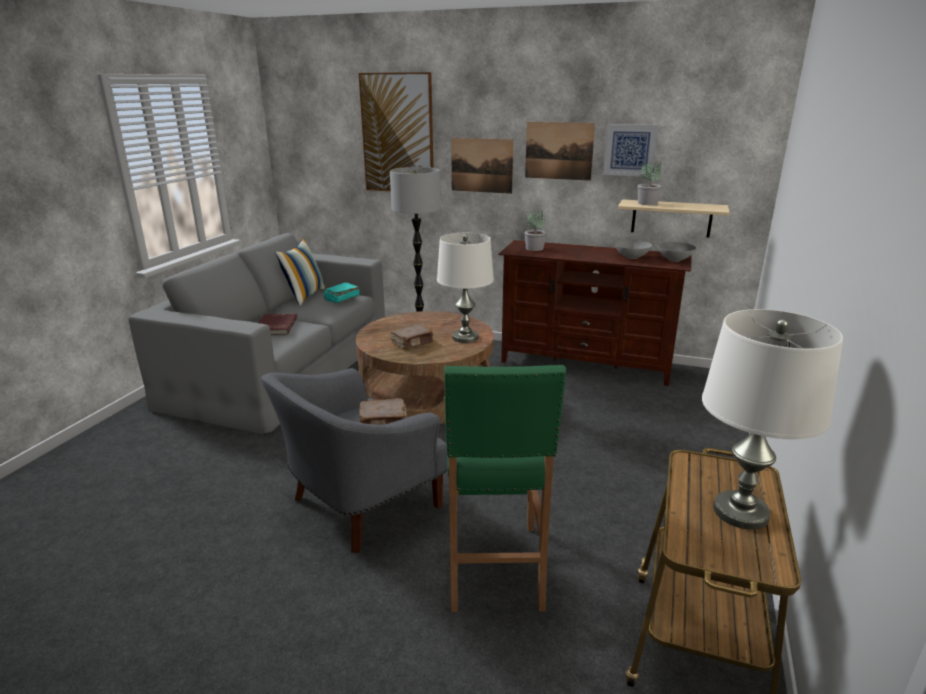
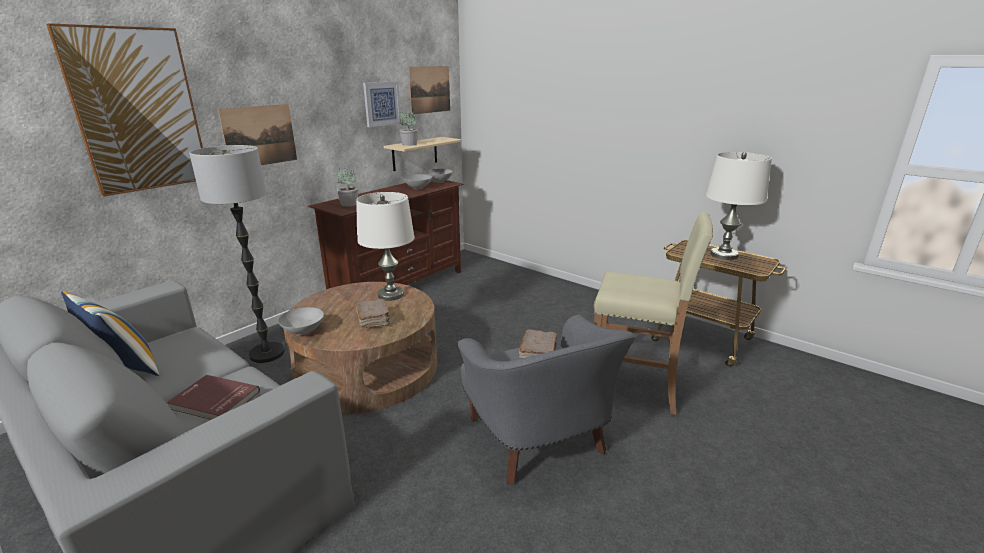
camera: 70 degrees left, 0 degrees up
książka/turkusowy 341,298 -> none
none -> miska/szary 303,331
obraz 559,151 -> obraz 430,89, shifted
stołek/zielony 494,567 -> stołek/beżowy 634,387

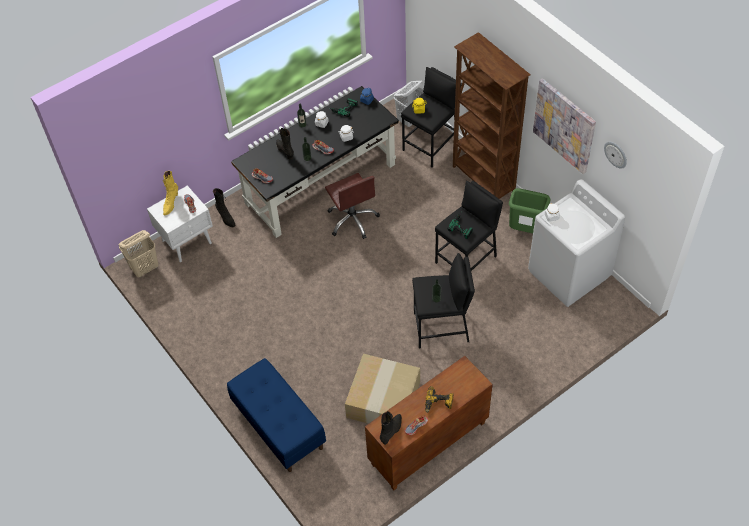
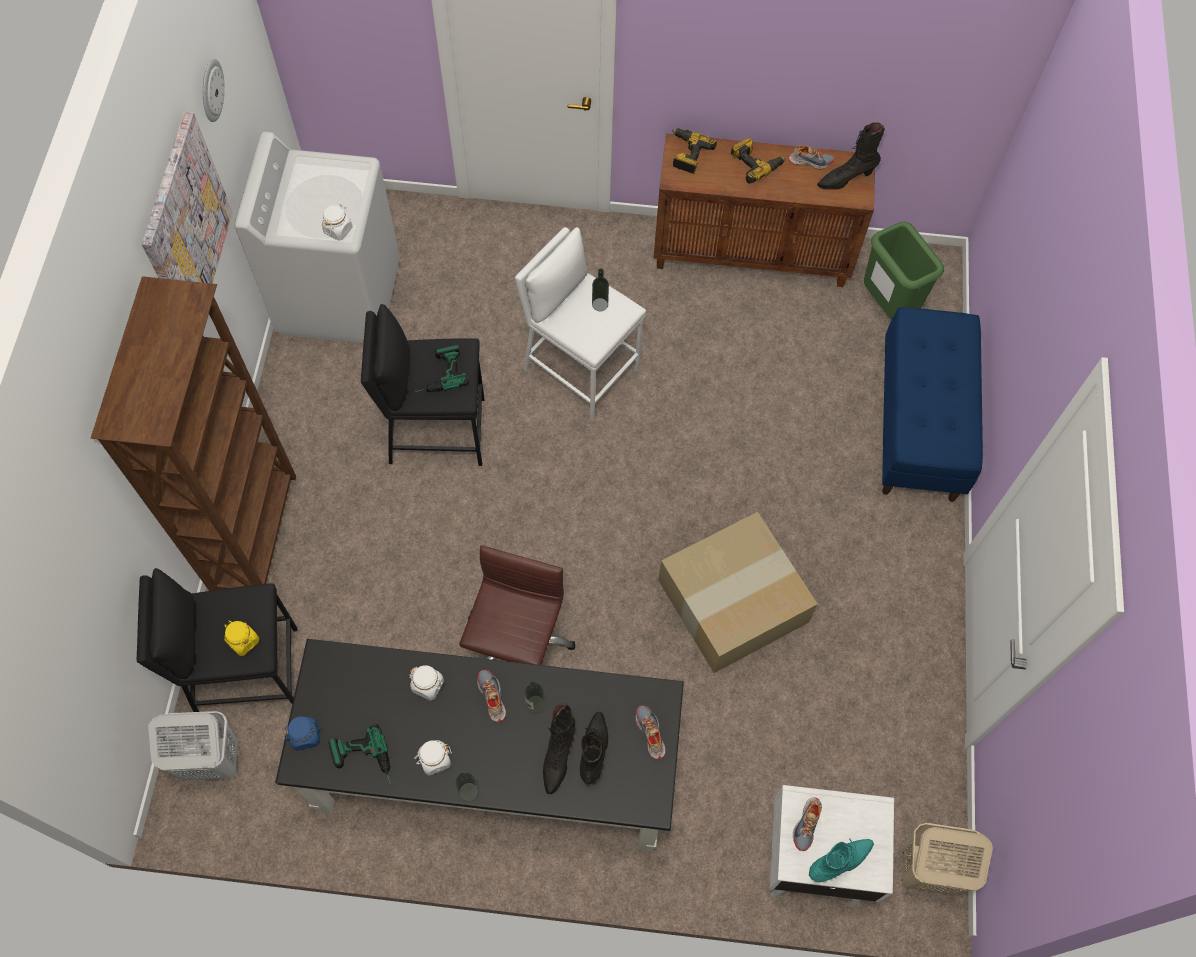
camera: 140 degrees left, 10 degrees up
none -> wiertarka 687,154
but z cholewką/czarny 226,218 -> but z cholewką/czarny 594,750, shifted
karton 382,398 -> karton 732,603, shifted
kosz na śmieci/zielony 526,230 -> kosz na śmieci/zielony 886,305, shifted
but z cholewką/żółty 171,203 -> but z cholewką/turkusowy 839,862
stołek/czarny 441,328 -> stołek/biały 580,369

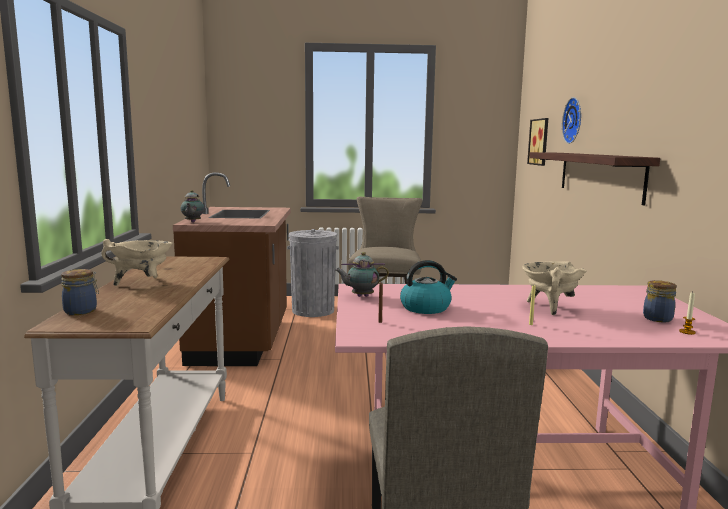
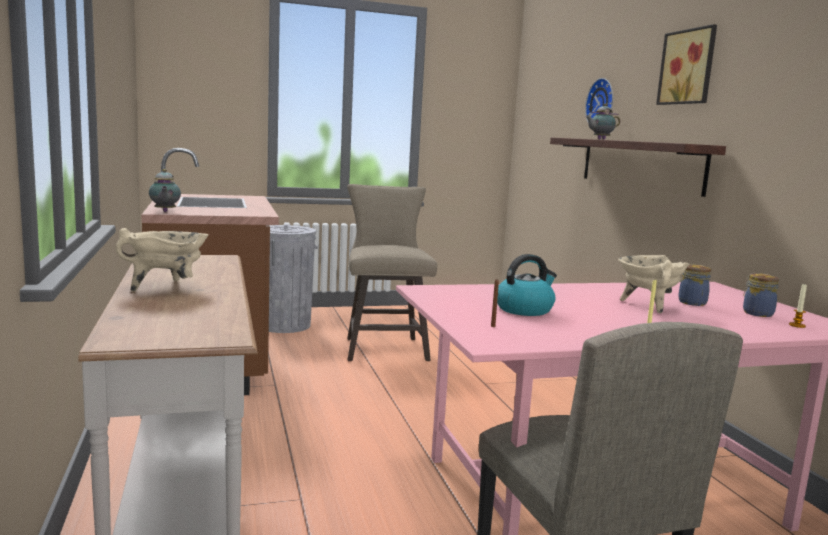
camera: 15 degrees left, 0 degrees up
słoik 82,311 -> słoik 692,302, shifted
imbryk 361,296 -> imbryk 600,139, shifted
obraz 540,142 -> obraz 689,67, shifted

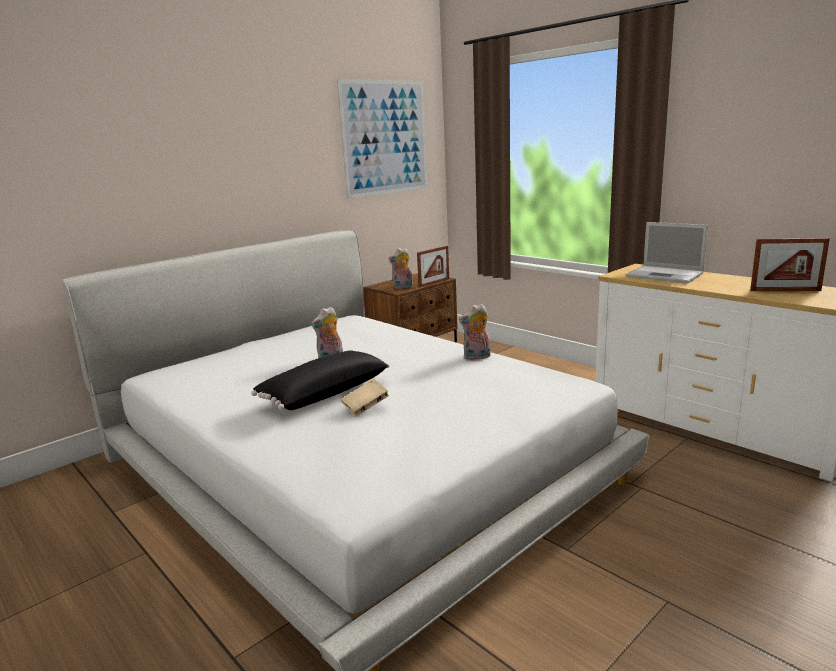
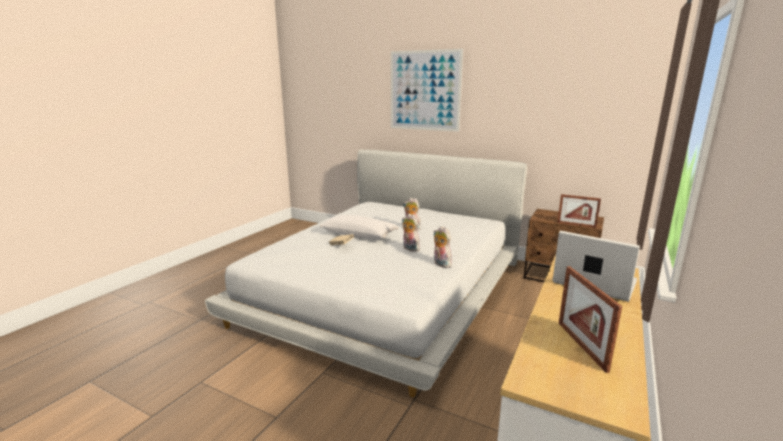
camera: 70 degrees right, 0 degrees up
obraz 385,138 -> obraz 424,91, shifted
pluszak 403,287 -> pluszak 409,249, shifted
poduszka/czarny 323,393 -> poduszka/biały 359,235
laptop 666,275 -> laptop 592,282, 105 degrees clockwise

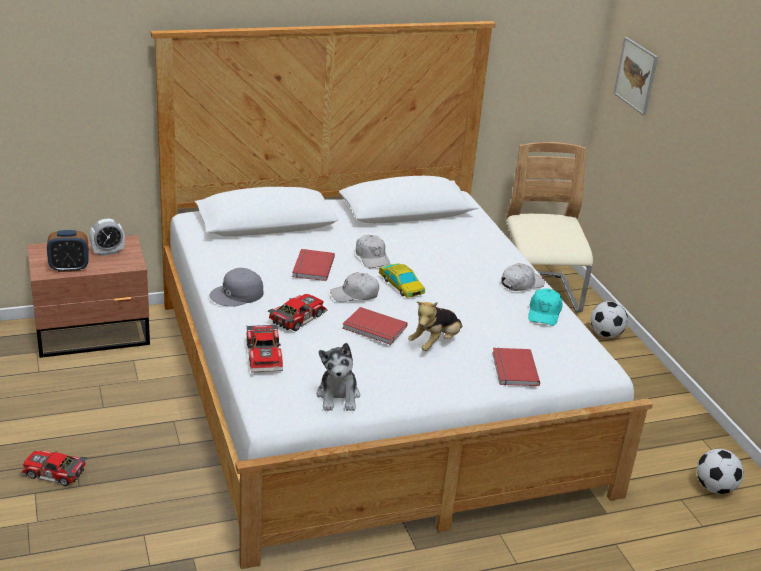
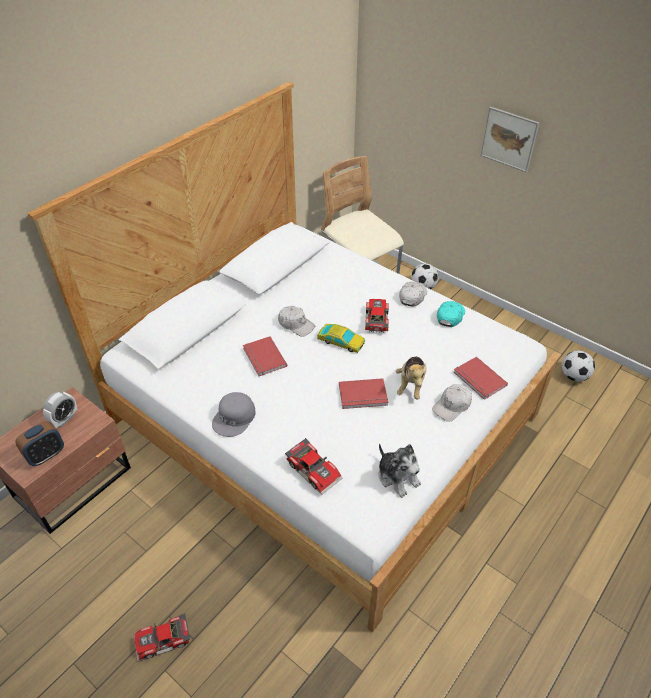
camera: 30 degrees left, 15 degrees up
samochodzik 296,317 -> samochodzik 375,319, shifted
czapka z daszkiem/biały 355,295 -> czapka z daszkiem/biały 452,406, shifted
obraz 636,75 -> obraz 509,139, shifted
czapka z daszkiem/turkusowy 544,313 -> czapka z daszkiem/turkusowy 450,316, 135 degrees counterclockwise

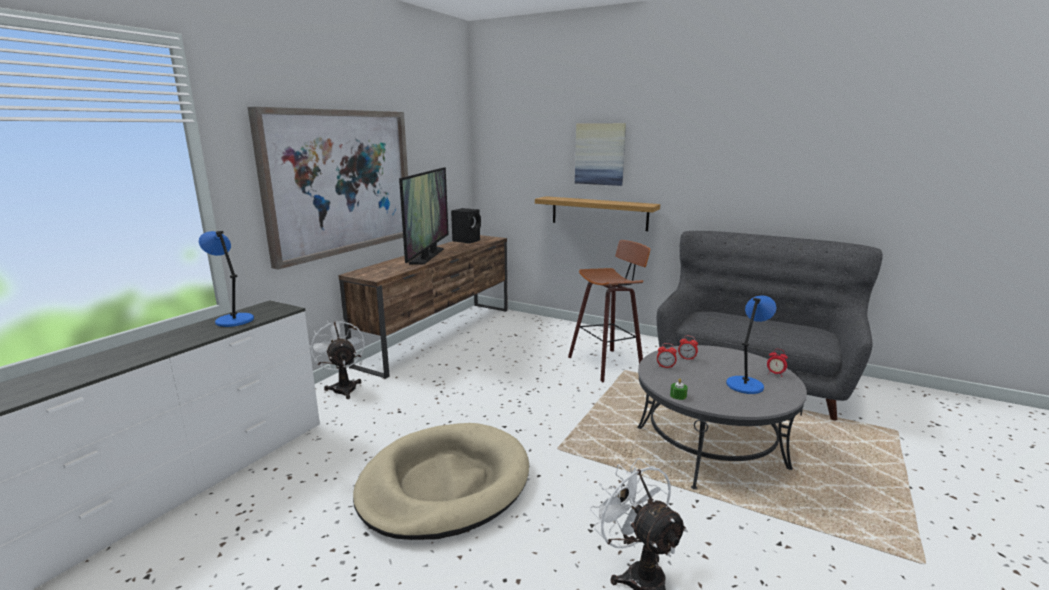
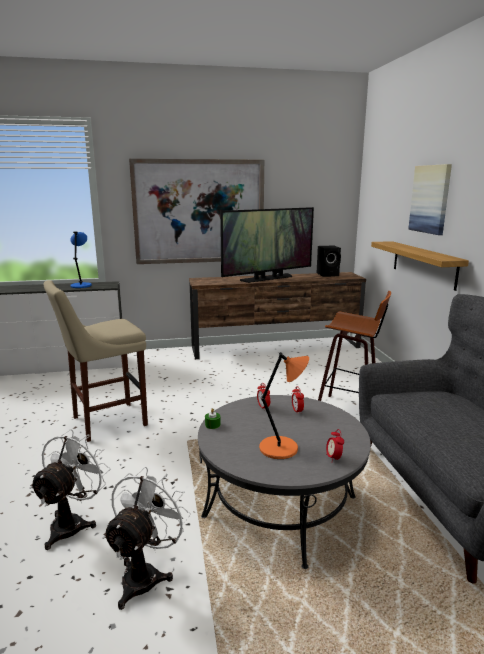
camera: 50 degrees right, 0 degrees up
wentylator/biały 343,387 -> wentylator/biały 145,574, shifted
legowisko/beżowy 444,484 -> stołek/beżowy 105,422
lampa stołowa/niebieski 745,385 -> lampa stołowa/pomarańczowy 281,448

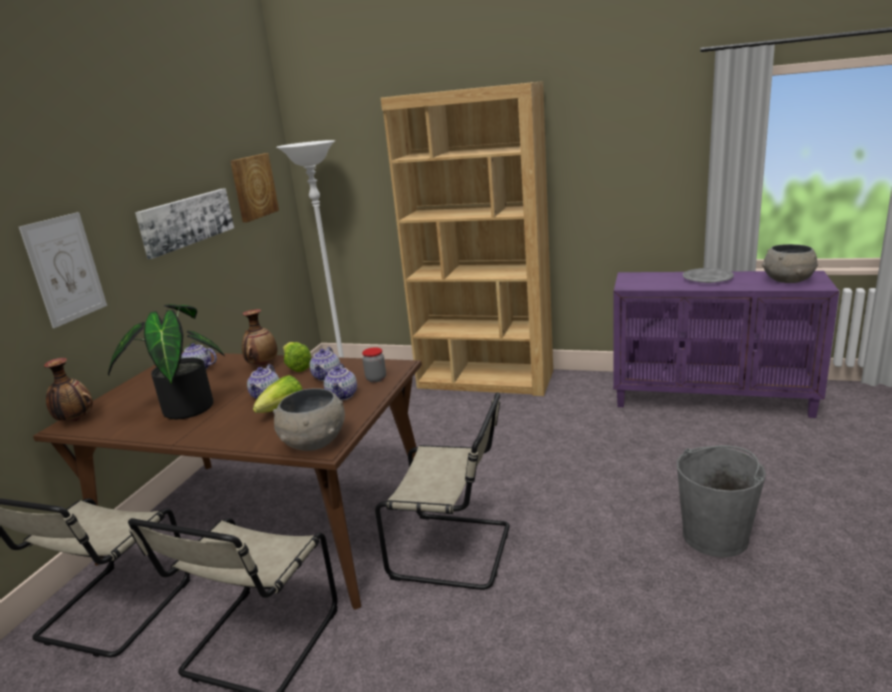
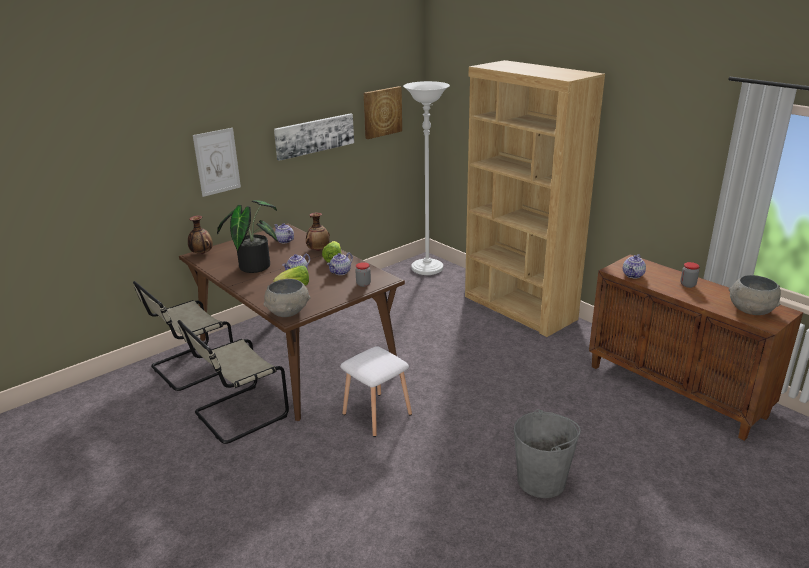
camera: 30 degrees right, 5 degrees up
imbryk 343,396 -> imbryk 633,275, shifted
krzesło/beżowy 456,551 -> stołek/biały 376,415
talerz/szary 707,278 -> słoik 688,285
szafka/fioletowy 712,399 -> szafka/brązowy 676,391

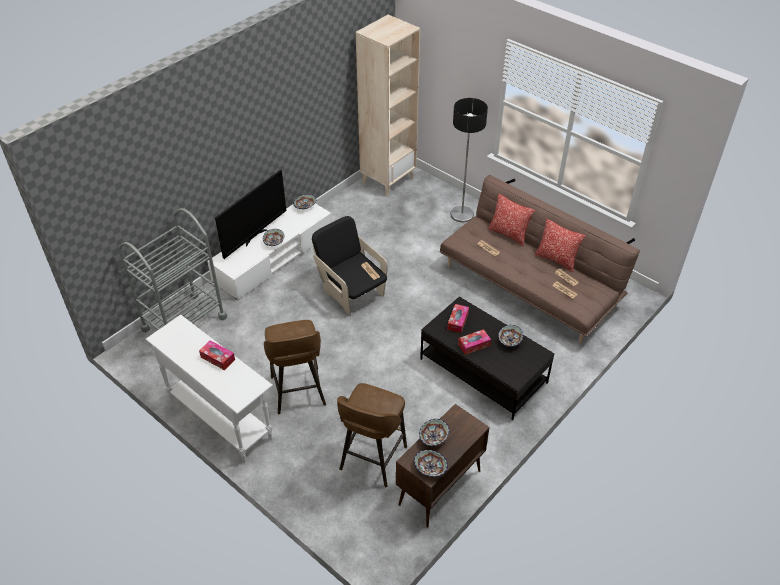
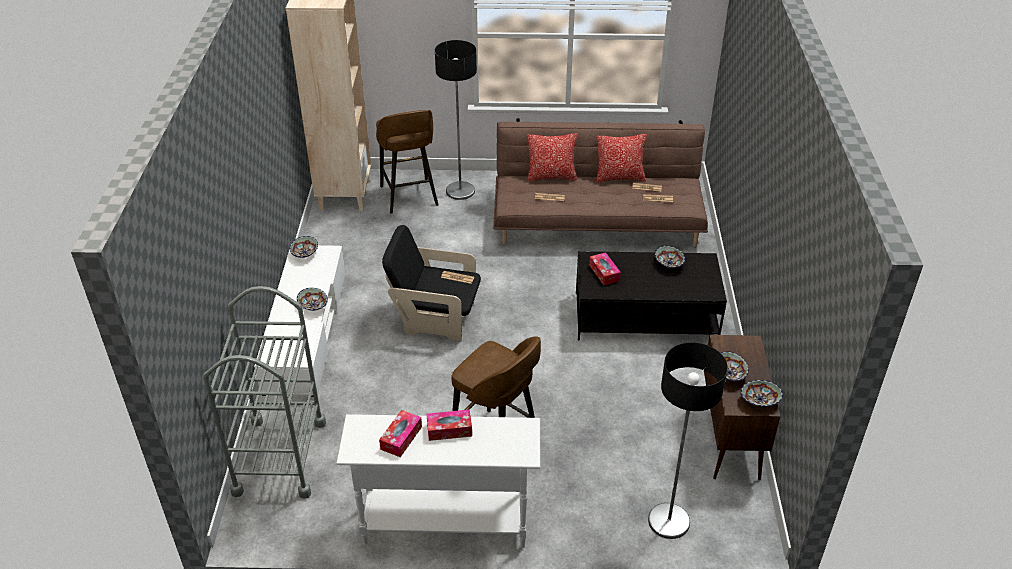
camera: 40 degrees left, 5 degrees down
telewizor 254,236 -> none
none -> lampa stojąca 668,521
stołek/brązowy 372,459 -> stołek/brązowy 409,197, shifted
pudełko chusteczek 474,345 -> pudełko chusteczek 401,438, shifted

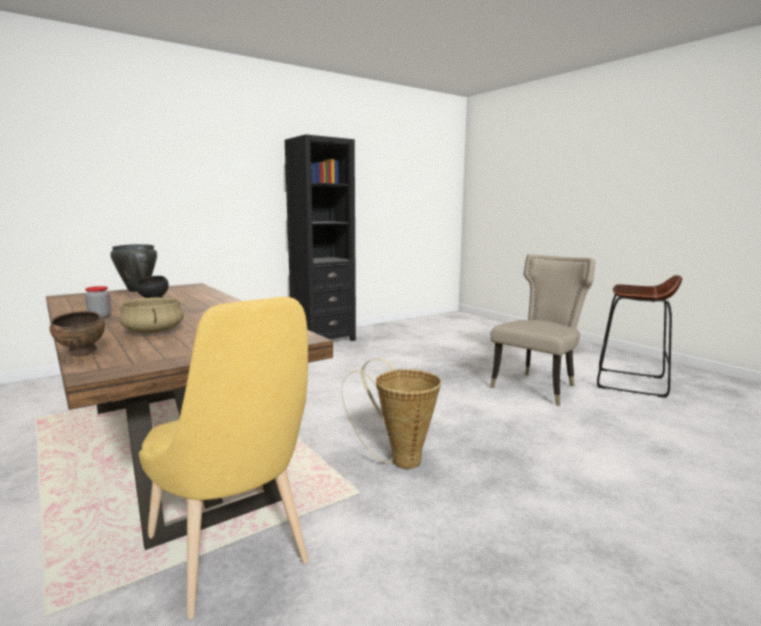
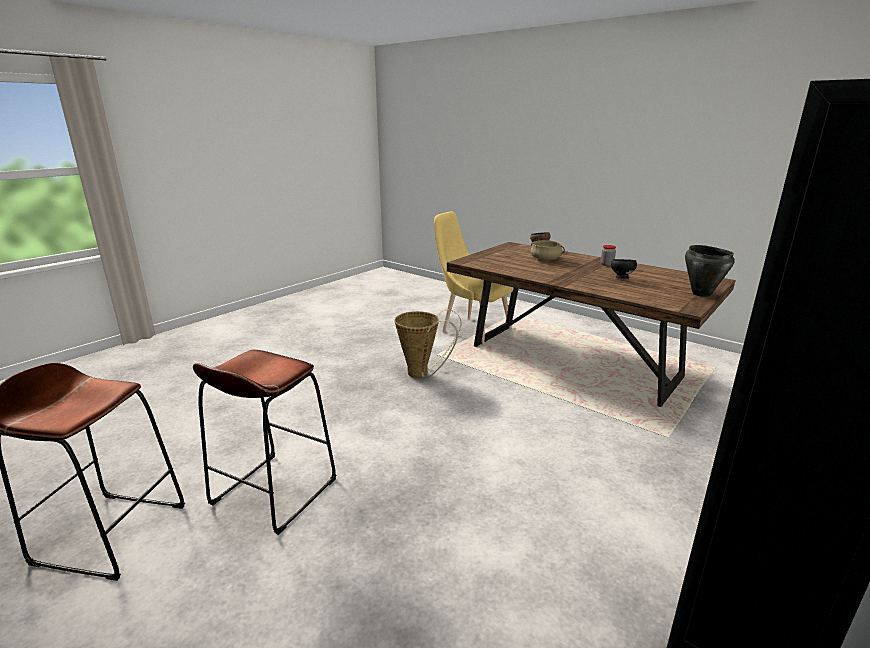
camera: 165 degrees right, 10 degrees up
krzesło/beżowy 538,387 -> stołek/brązowy 274,491

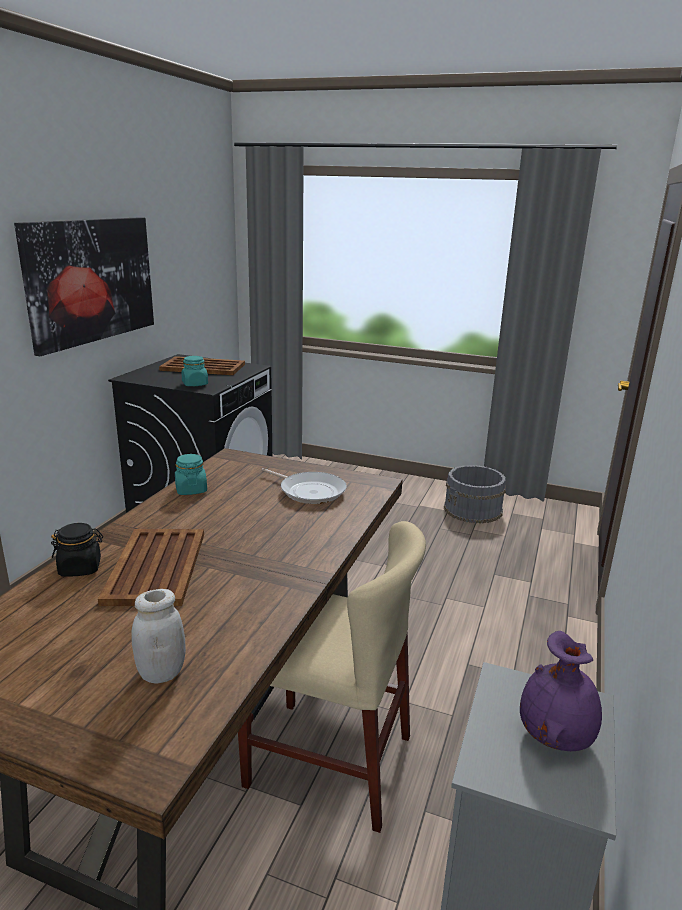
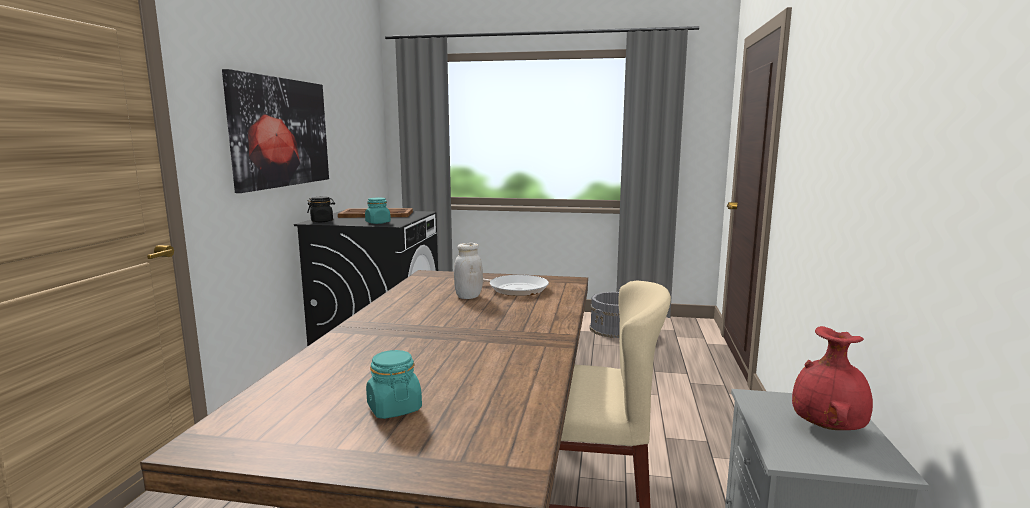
camera: 10 degrees left, 10 degrees down
taca/brązowy 155,568 -> none
słoik/czarny 80,568 -> słoik/czarny 322,221, shifted
słoik/biały 161,673 -> słoik/biały 468,296, shifted
słoik/turkusowy 191,490 -> słoik/turkusowy 394,408, shifted
wazon/fioletowy 556,736 -> wazon/czerwony 829,428

